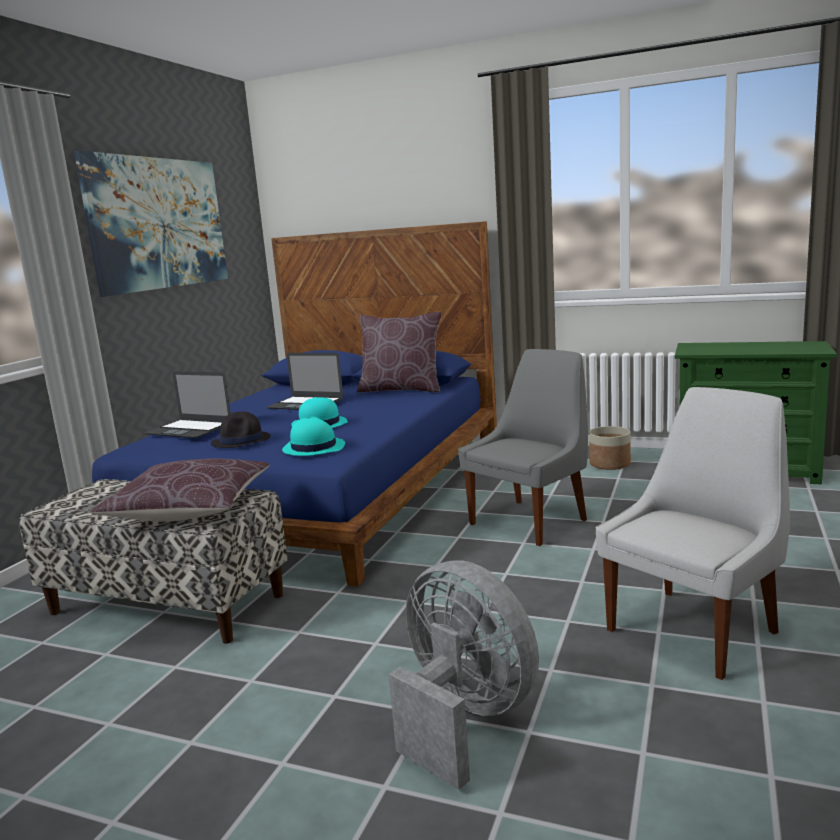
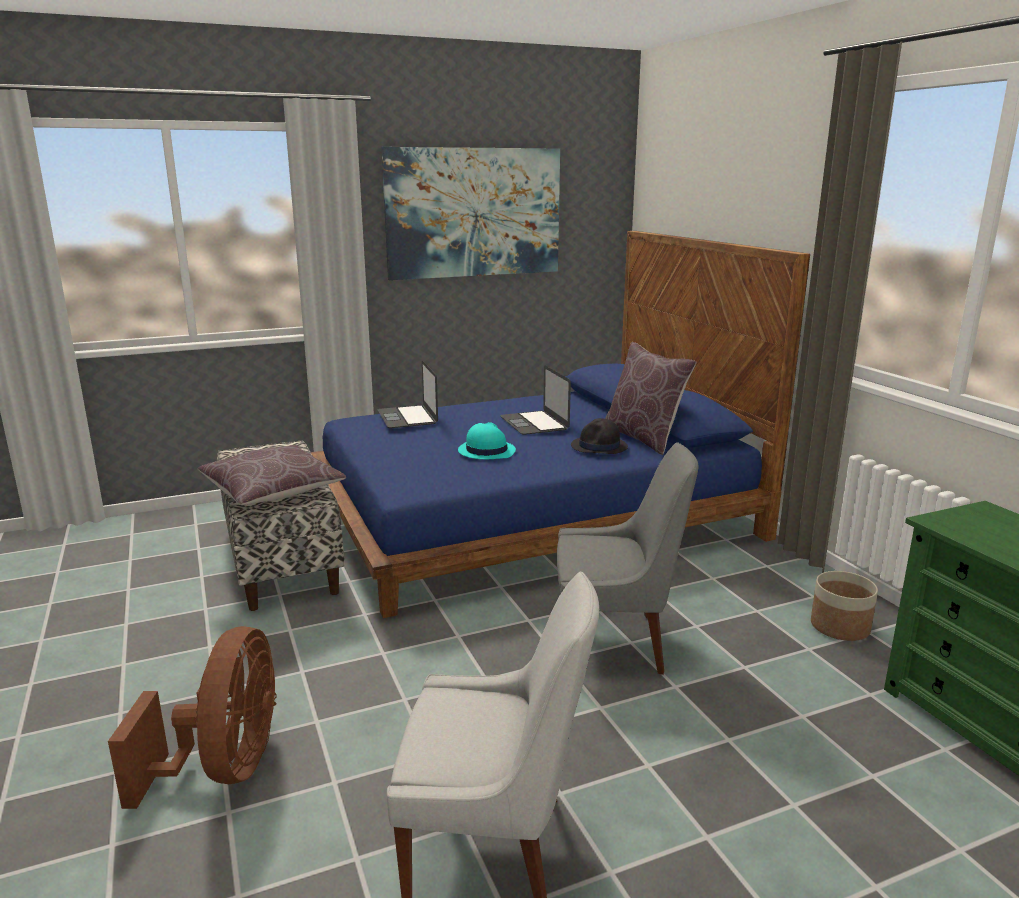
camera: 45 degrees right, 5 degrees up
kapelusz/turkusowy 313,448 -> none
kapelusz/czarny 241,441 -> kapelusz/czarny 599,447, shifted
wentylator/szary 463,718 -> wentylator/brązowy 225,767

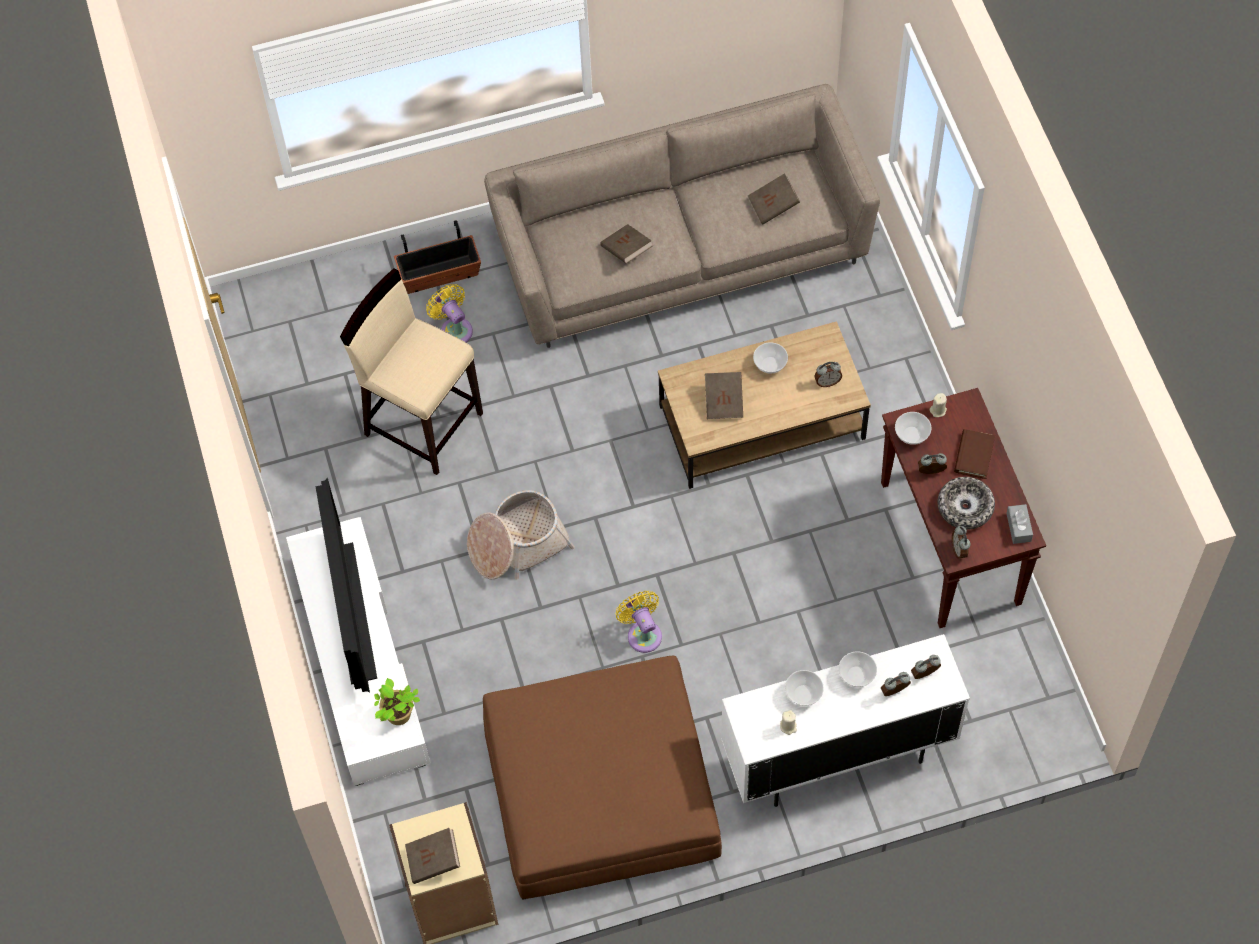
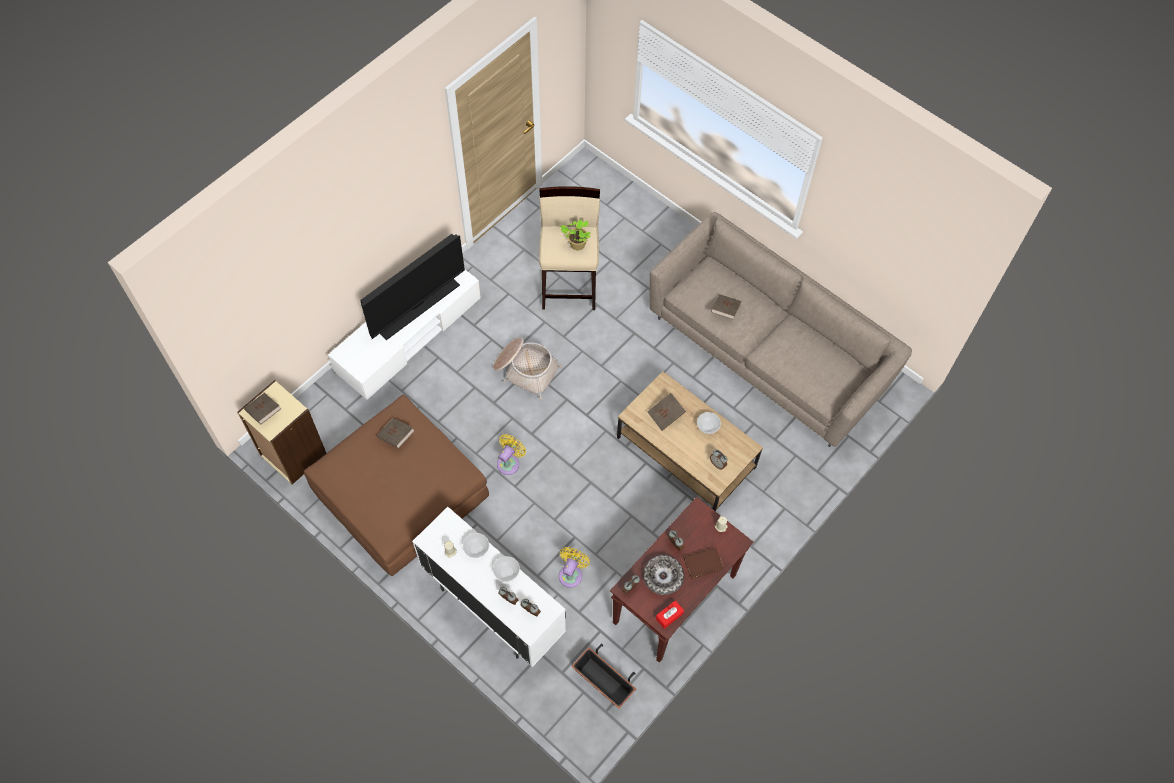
camera: 55 degrees right, 0 degrees up
miska 912,435 -> none
roślina doniczkowa 398,716 -> roślina doniczkowa 576,245, shifted
donica 439,275 -> donica 604,683, shifted
wentylator/żółty 454,329 -> wentylator/żółty 571,573, shifted
książka/brązowy 773,206 -> książka/brązowy 396,437, shifted
pudełko chusteczek/szary 1018,527 -> pudełko chusteczek/czerwony 669,616

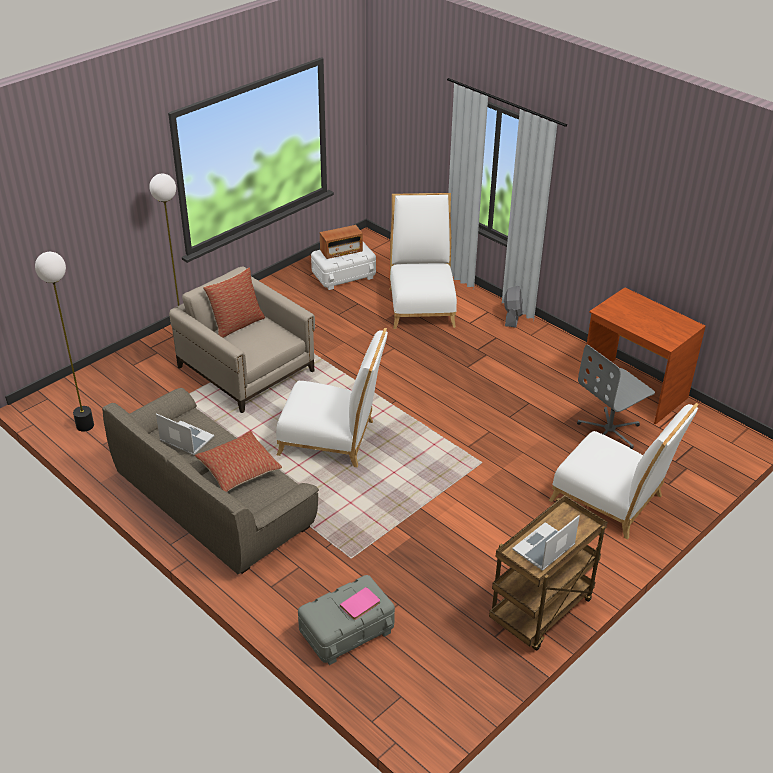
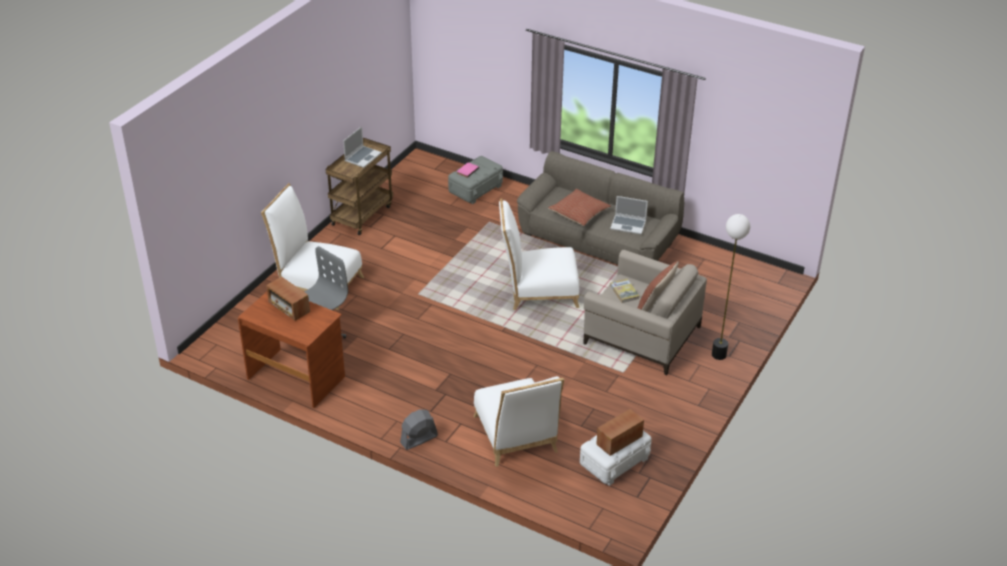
camera: 165 degrees right, 0 degrees up
lampa stojąca 85,425 -> none
none -> radio 289,307
none -> książka 624,292
wentylator/szary 512,317 -> wentylator/szary 418,439, 60 degrees clockwise

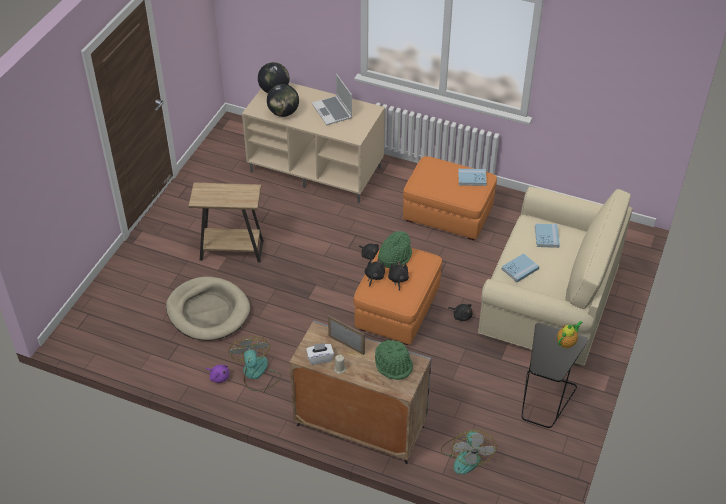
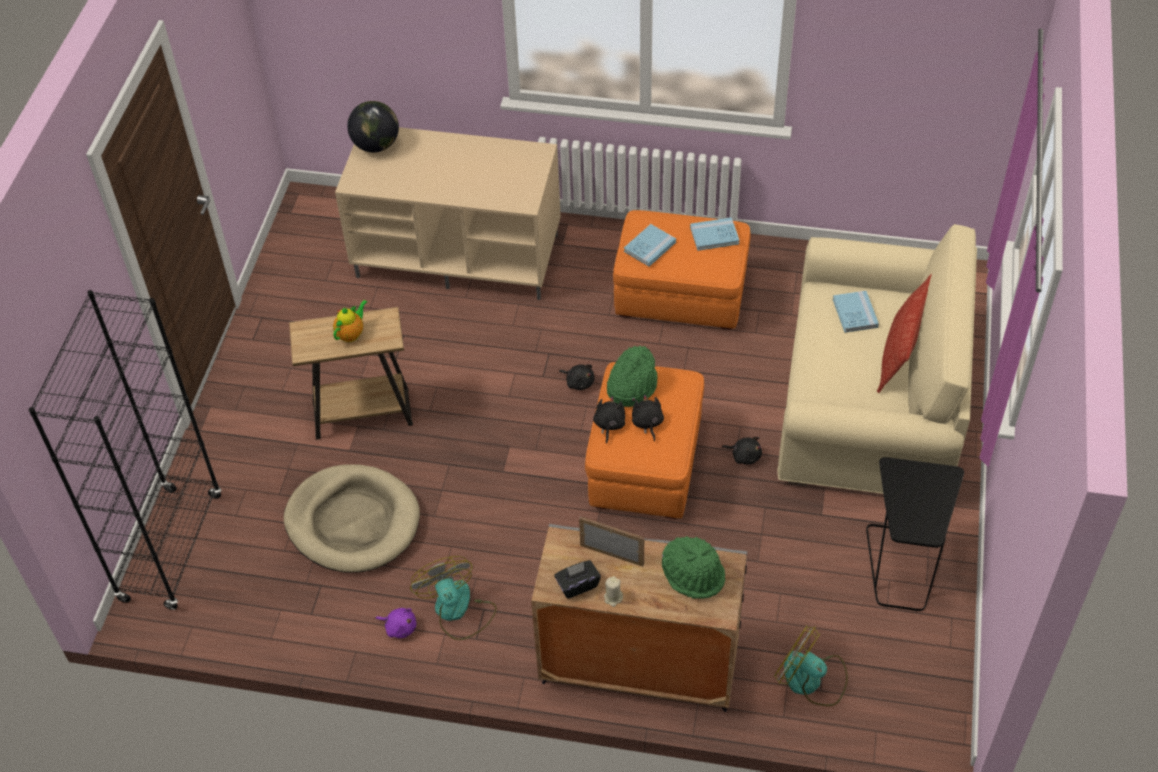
camera: 10 degrees left, 5 degrees up
globus 283,113 -> none
laptop 333,111 -> none
none -> regał/czarny 171,547
none -> poduszka 899,352
książka/niebieski 520,269 -> książka/niebieski 649,247, shifted
imbryk 567,342 -> imbryk 351,334, shifted
pudełko chusteczek/biały 320,358 -> pudełko chusteczek/czarny 577,585
wentylator 466,455 -> wentylator 811,680, 135 degrees clockwise

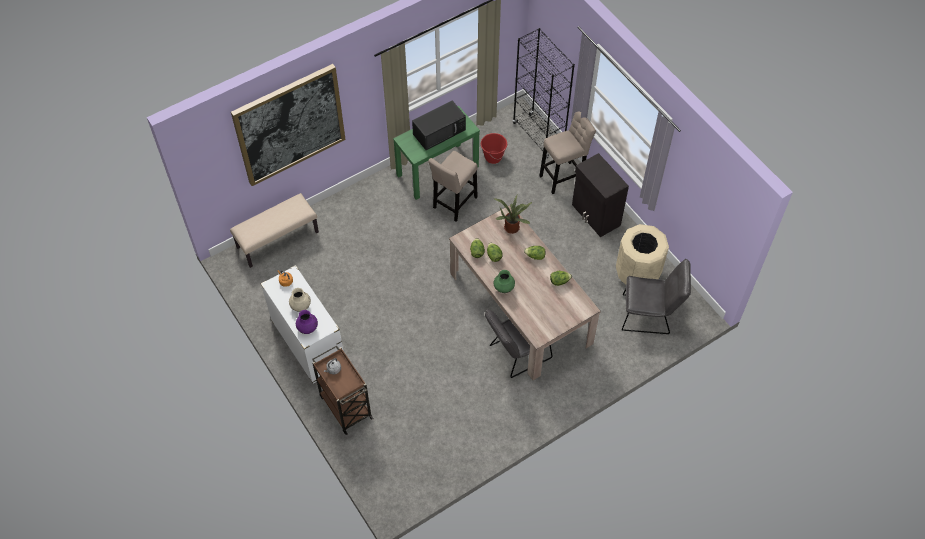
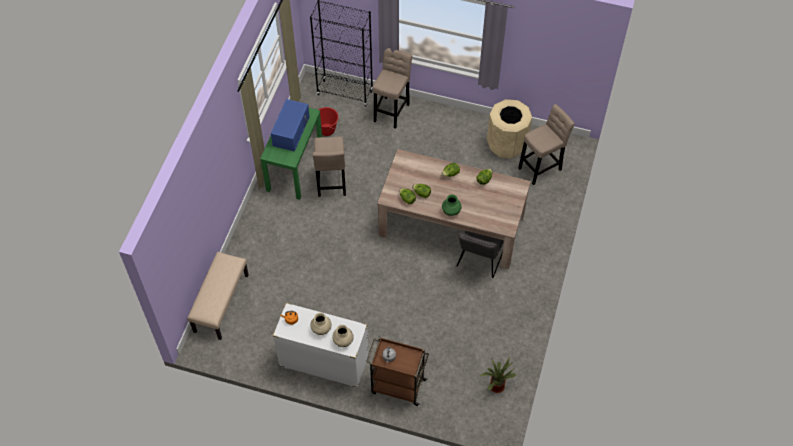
camera: 40 degrees left, 0 degrees up
obraz 289,124 -> none
szafka/czarny 595,215 -> none
roślina doniczkowa 512,226 -> roślina doniczkowa 496,385, shifted
krzesło/szary 650,315 -> stołek/beżowy 541,167
wazon/fioletowy 308,328 -> wazon/beżowy 343,341
mikrofalówka/czarny 439,131 -> mikrofalówka/niebieski 291,130

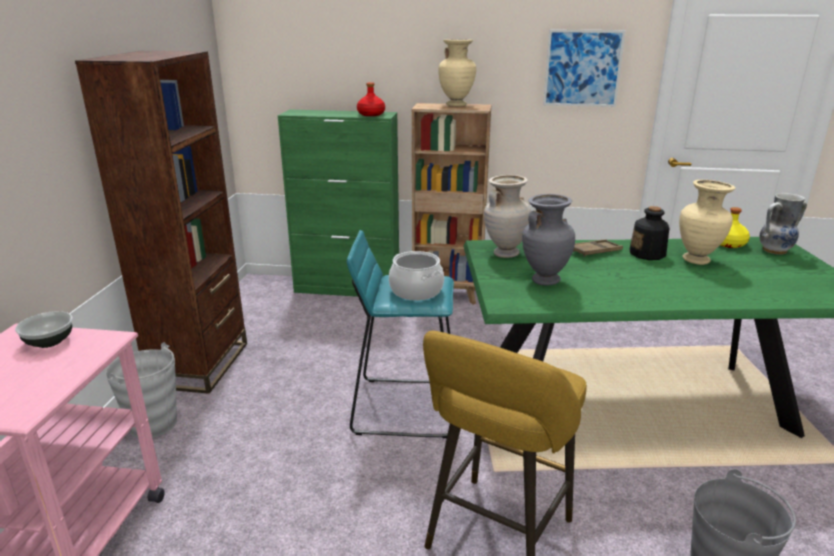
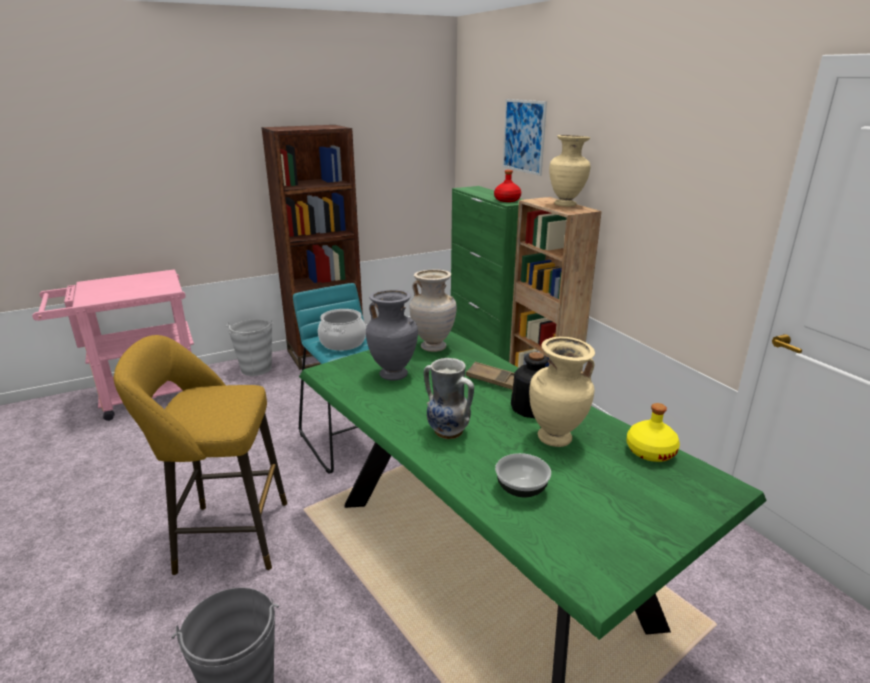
camera: 55 degrees right, 0 degrees up
miska 50,341 -> miska 522,489, shifted
obraz 582,68 -> obraz 523,136, shifted
wazon 775,251 -> wazon 447,432, shifted

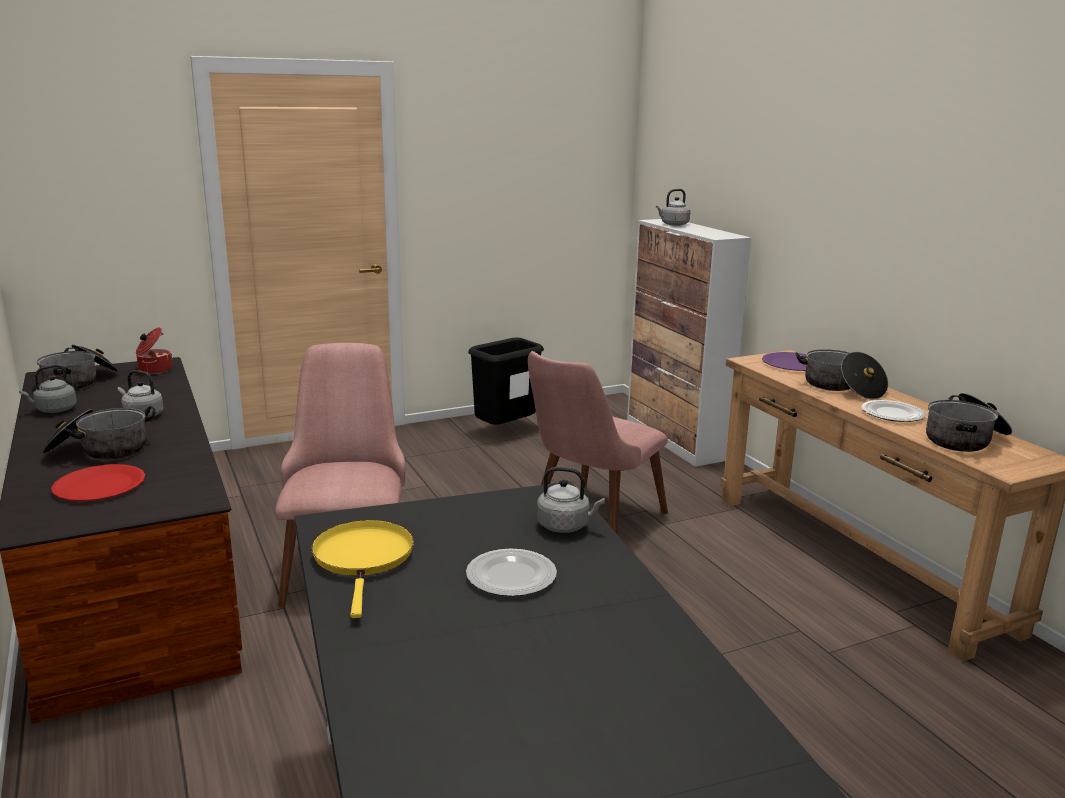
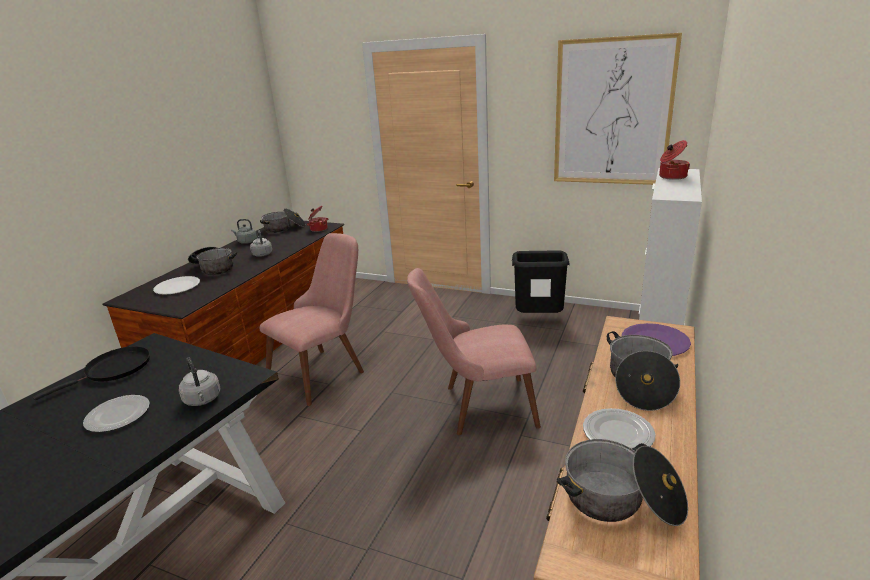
camera: 50 degrees right, 5 degrees up
none -> obraz 612,113
czajnik/szary 673,224 -> garnek 671,177
talerz/czerwony 99,485 -> talerz/biały 177,287
patelnia/żółty 364,558 -> patelnia/czarny 114,370

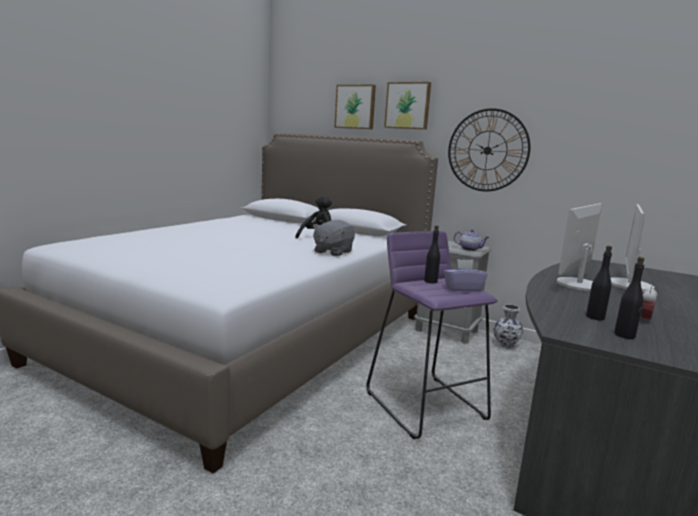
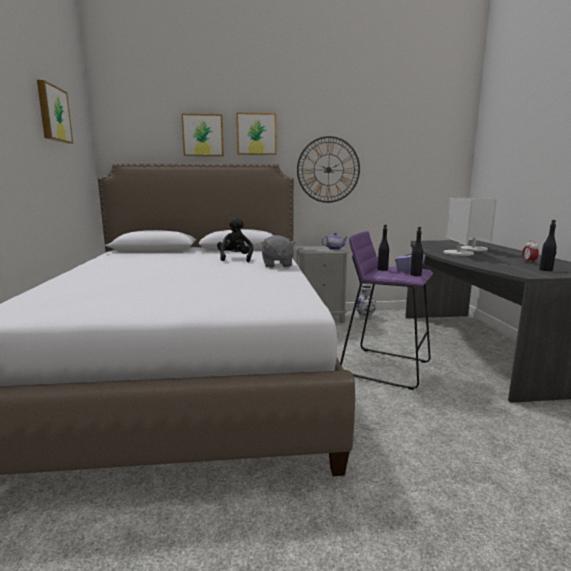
camera: 35 degrees left, 0 degrees up
none -> obraz 53,114
butelka/czarny 595,317 -> butelka/czarny 415,274, shifted

